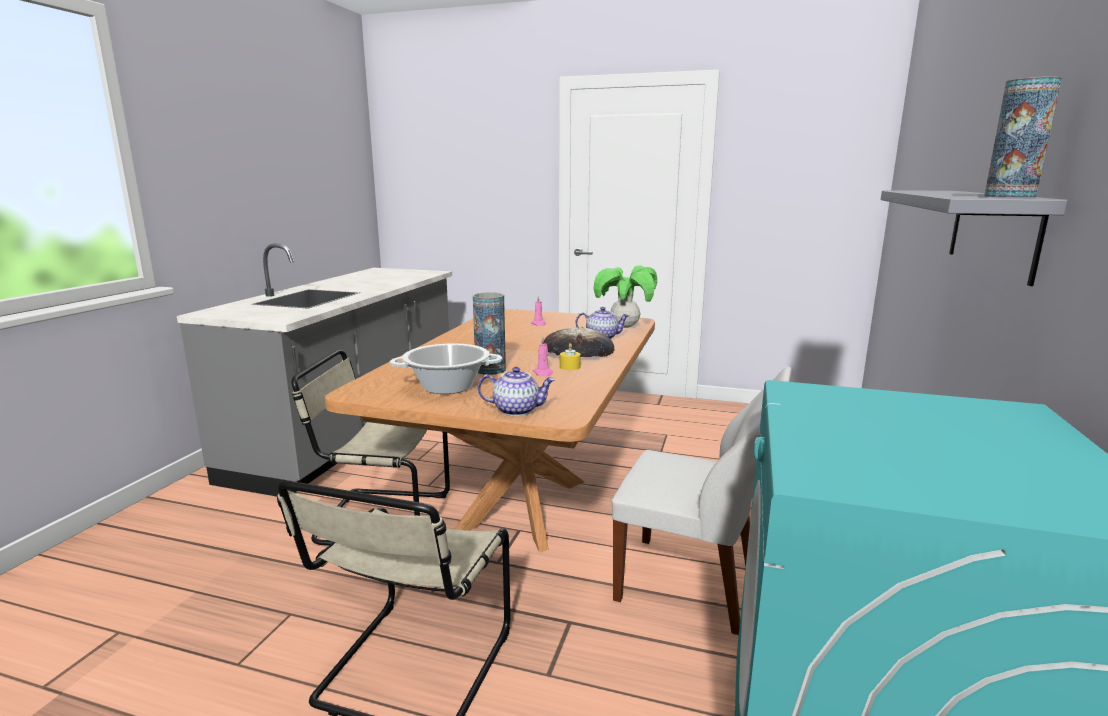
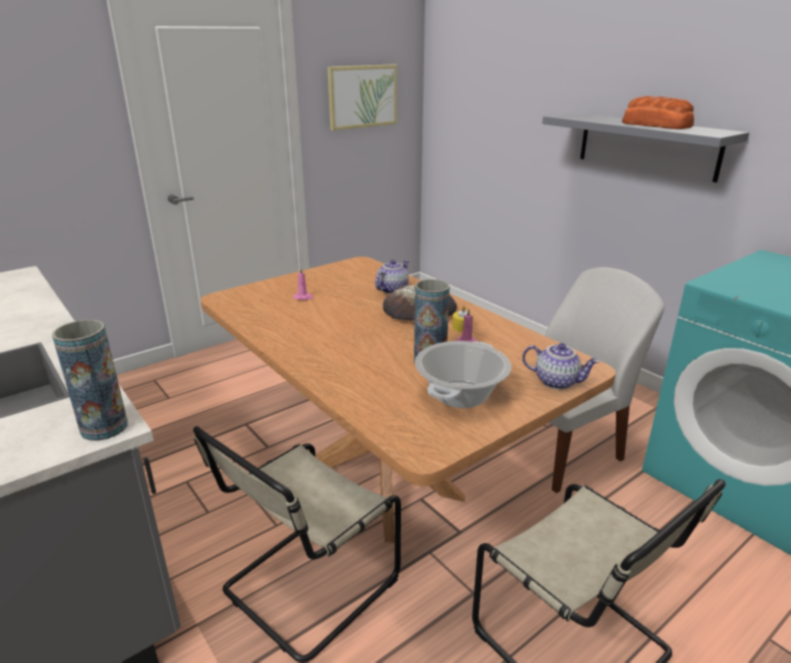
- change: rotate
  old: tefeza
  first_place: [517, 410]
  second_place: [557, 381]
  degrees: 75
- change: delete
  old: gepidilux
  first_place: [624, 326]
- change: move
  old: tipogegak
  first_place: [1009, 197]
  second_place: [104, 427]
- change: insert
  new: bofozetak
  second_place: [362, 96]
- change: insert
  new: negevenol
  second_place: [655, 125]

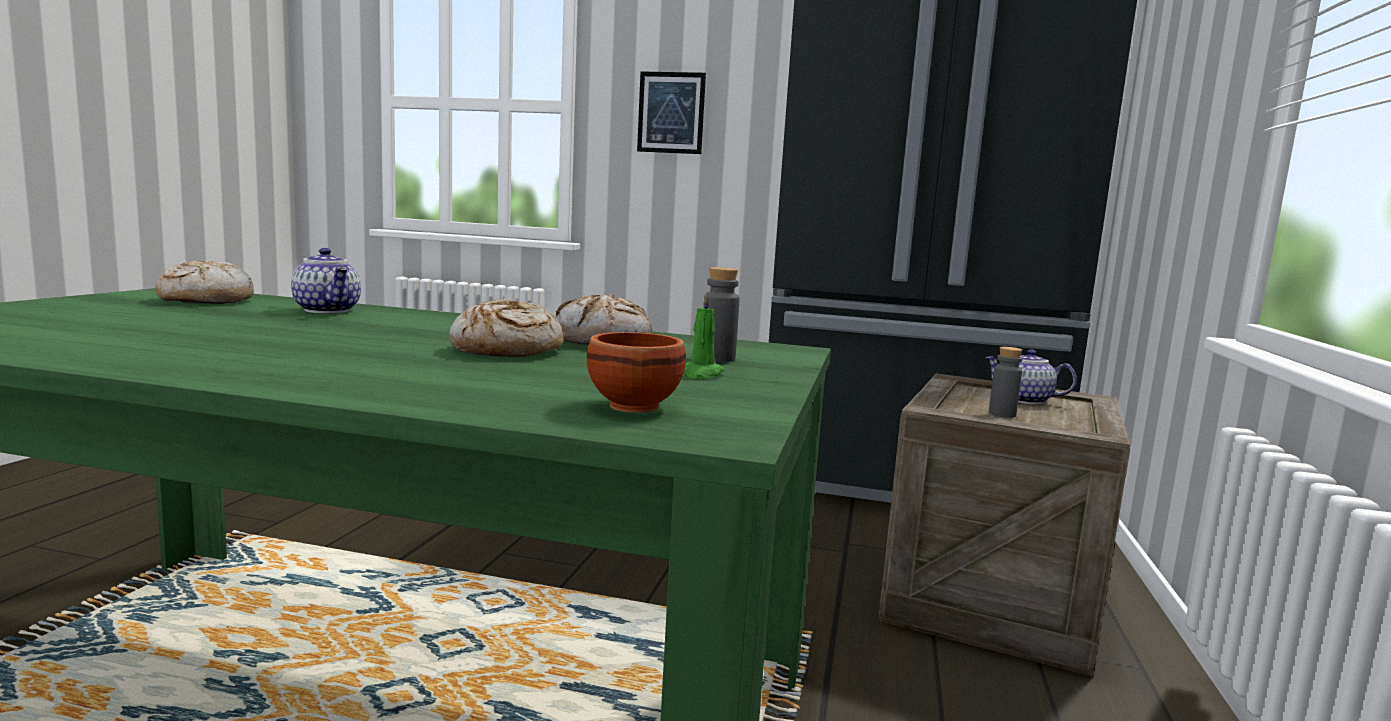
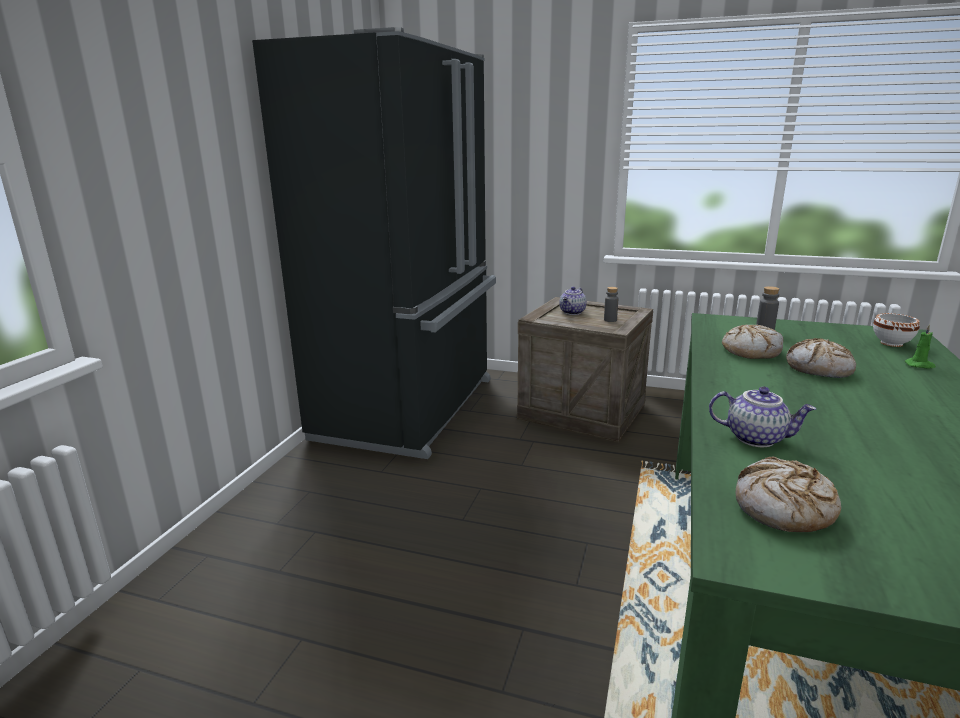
- change: rotate
  old: tefeza
  first_place: [329, 310]
  second_place: [756, 438]
  degrees: 60
- change: recolor
  old: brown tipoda
  new: white tipoda
  first_place: [637, 406]
  second_place: [890, 343]
- change: delete
  old: bofozetak
  first_place: [671, 113]
- change: move
  old: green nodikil
  first_place: [701, 374]
  second_place: [920, 365]

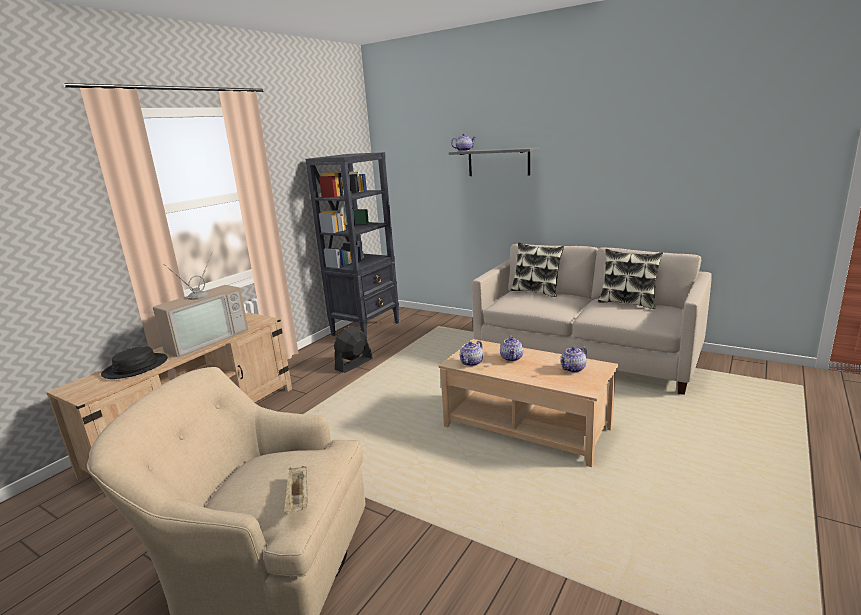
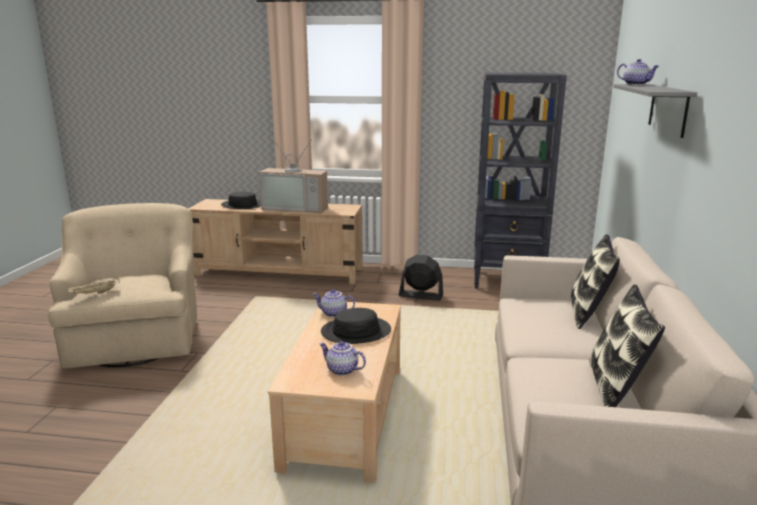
- change: replace
  old: tefeza
  new: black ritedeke
  first_place: [512, 358]
  second_place: [356, 332]

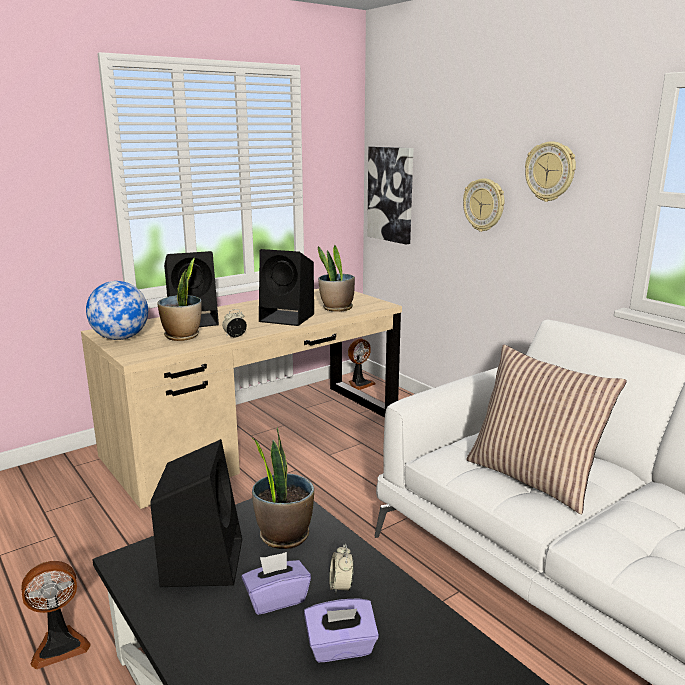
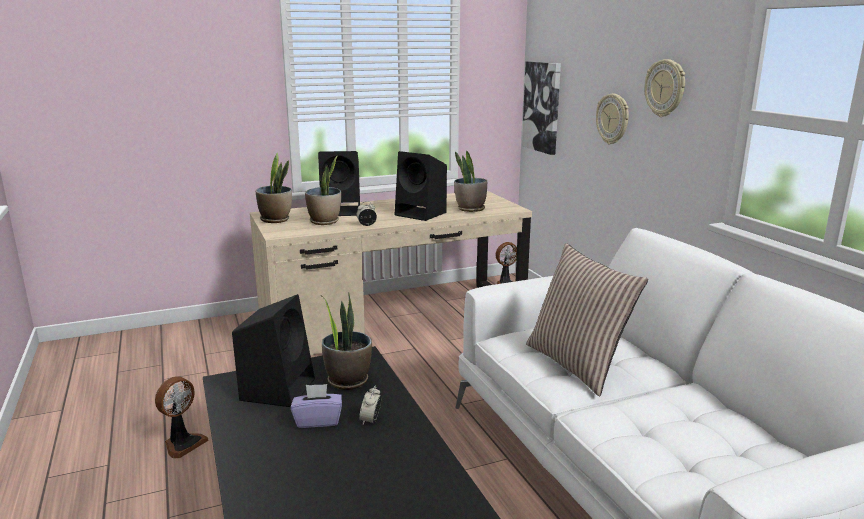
- change: rotate
  old: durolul
  first_place: [60, 645]
  second_place: [183, 444]
  degrees: -45
- change: replace
  old: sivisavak
  new: gepidilux
  first_place: [120, 338]
  second_place: [276, 220]
- change: delete
  old: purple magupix
  first_place: [341, 647]

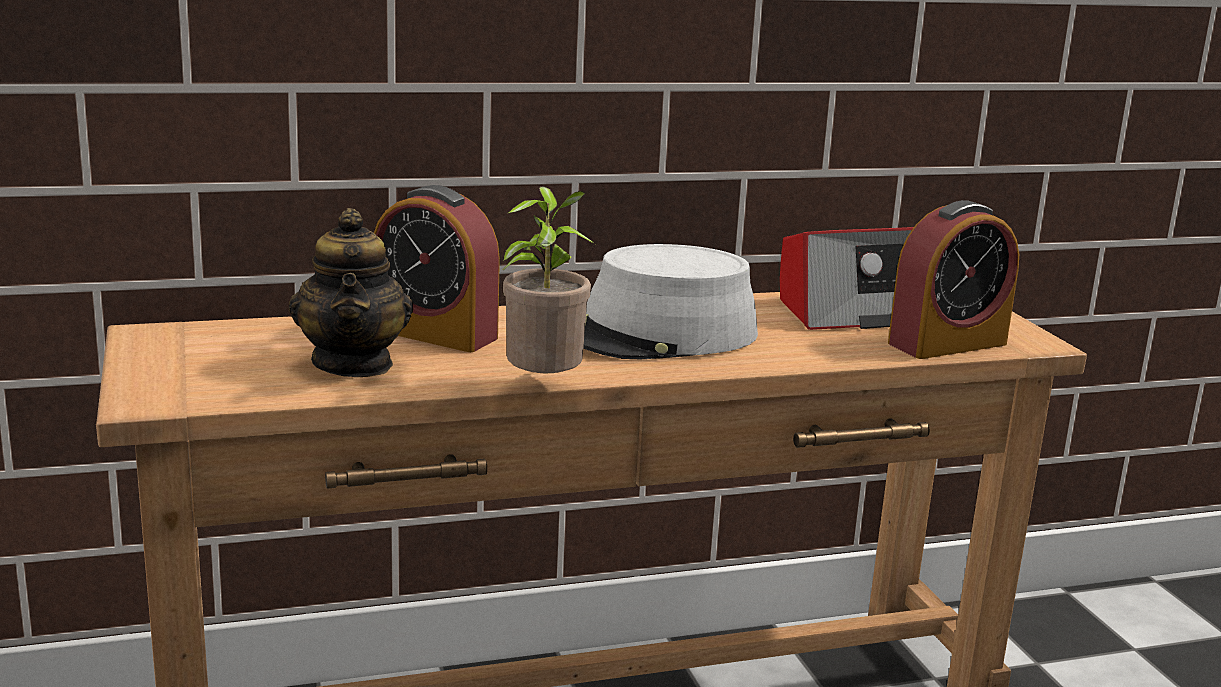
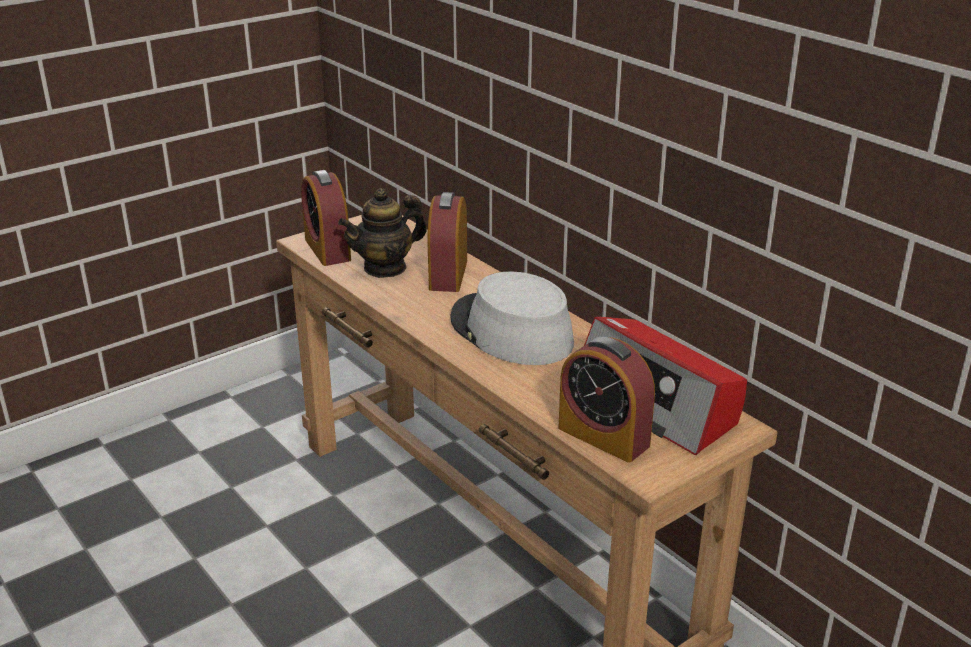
- change: delete
  old: gepidilux
  first_place: [544, 387]
- change: insert
  new: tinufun
  second_place: [327, 250]

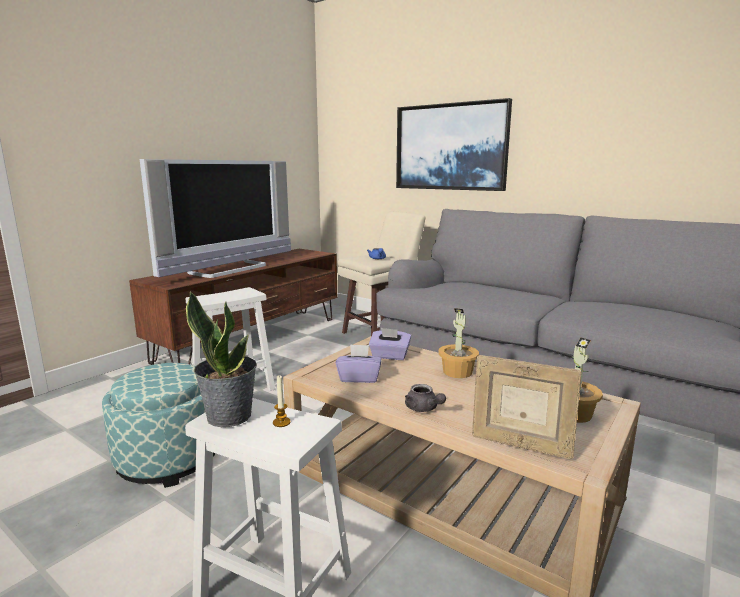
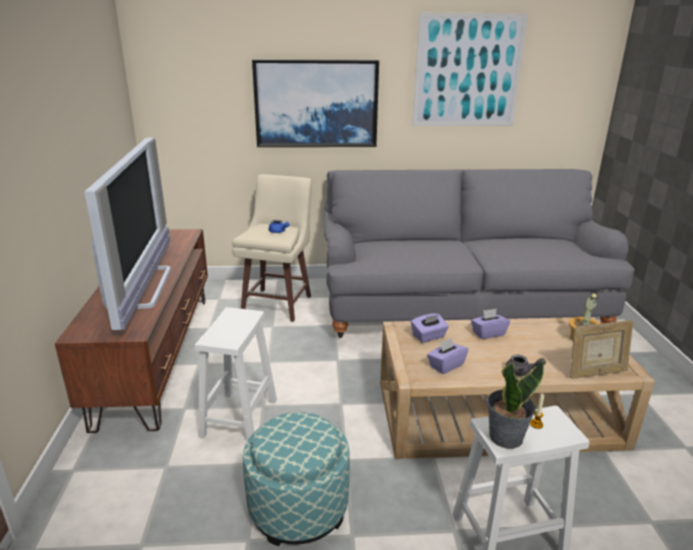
- change: replace
  old: gepidilux
  new: purple magupix
  first_place: [457, 372]
  second_place: [488, 333]
- change: insert
  new: bofozetak
  second_place: [467, 71]

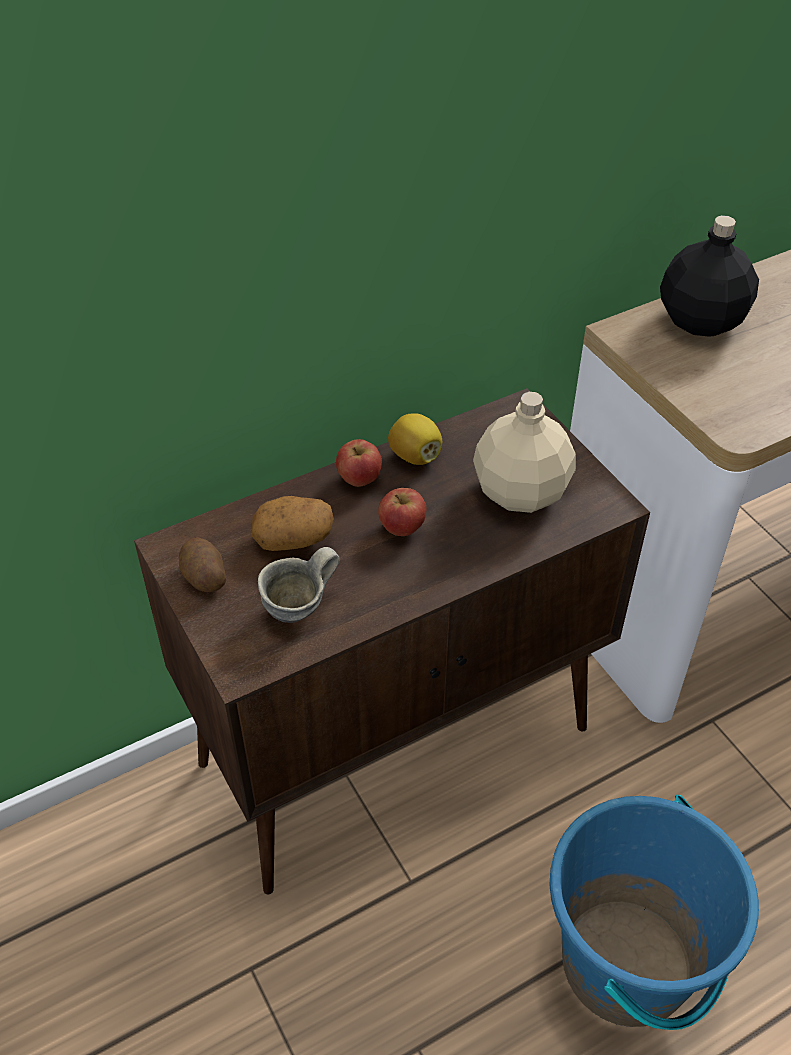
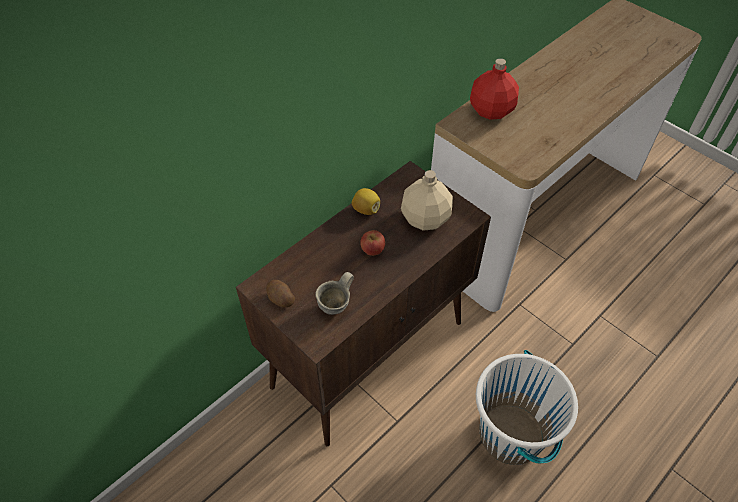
- change: delete
  old: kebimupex
  first_place: [294, 538]
- change: delete
  old: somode
  first_place: [359, 479]
- change: recolor
  old: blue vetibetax
  new: white vetibetax
  first_place: [627, 964]
  second_place: [511, 434]
- change: recolor
  old: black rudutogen
  new: red rudutogen
  first_place: [699, 321]
  second_place: [490, 111]

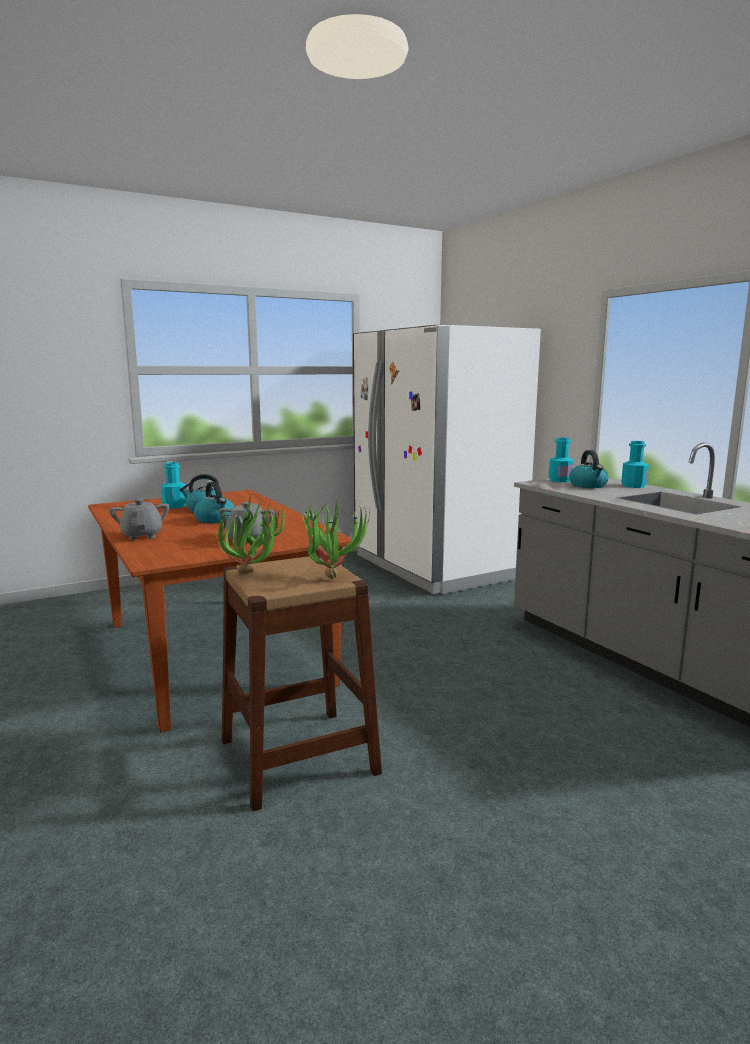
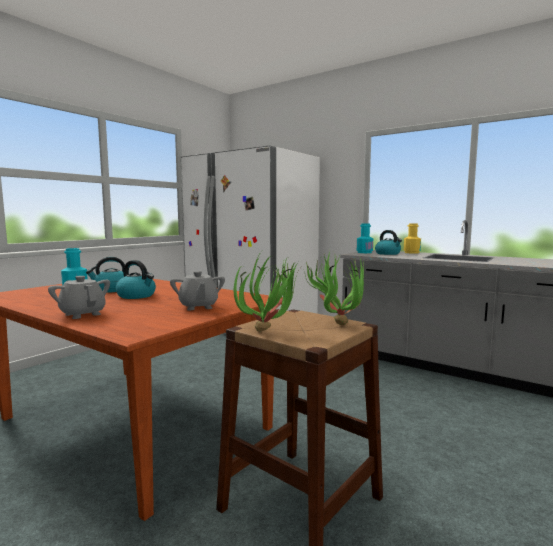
- change: recolor
  old: turquoise rudutogen
  new: yellow rudutogen
  first_place: [633, 486]
  second_place: [411, 252]

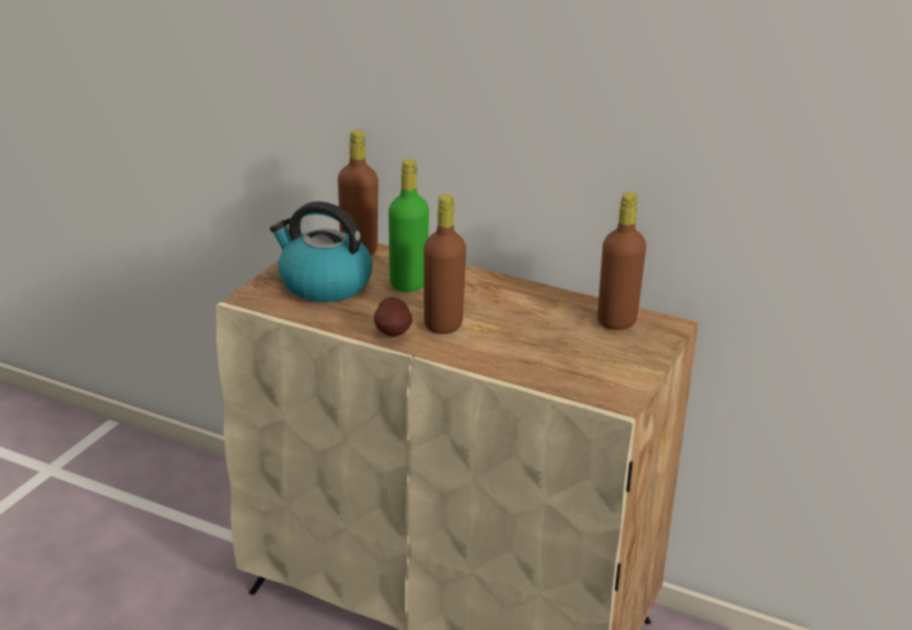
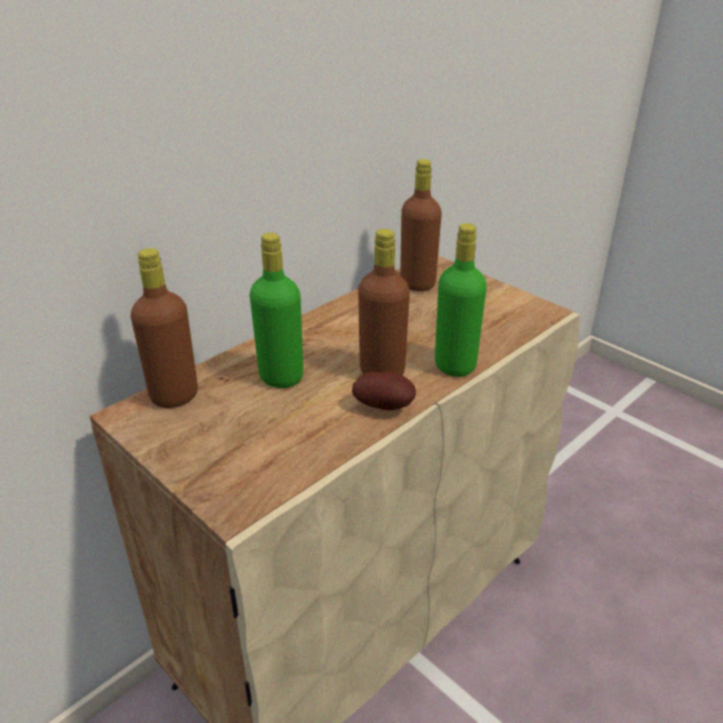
- change: delete
  old: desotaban
  first_place: [323, 284]
- change: insert
  new: green rudutogen
  second_place: [455, 365]

